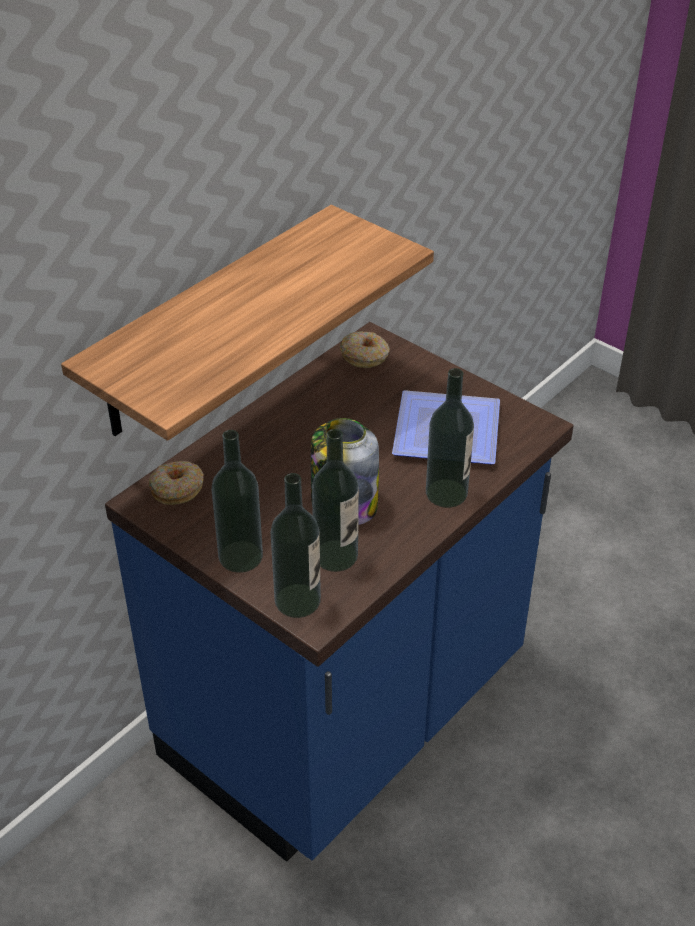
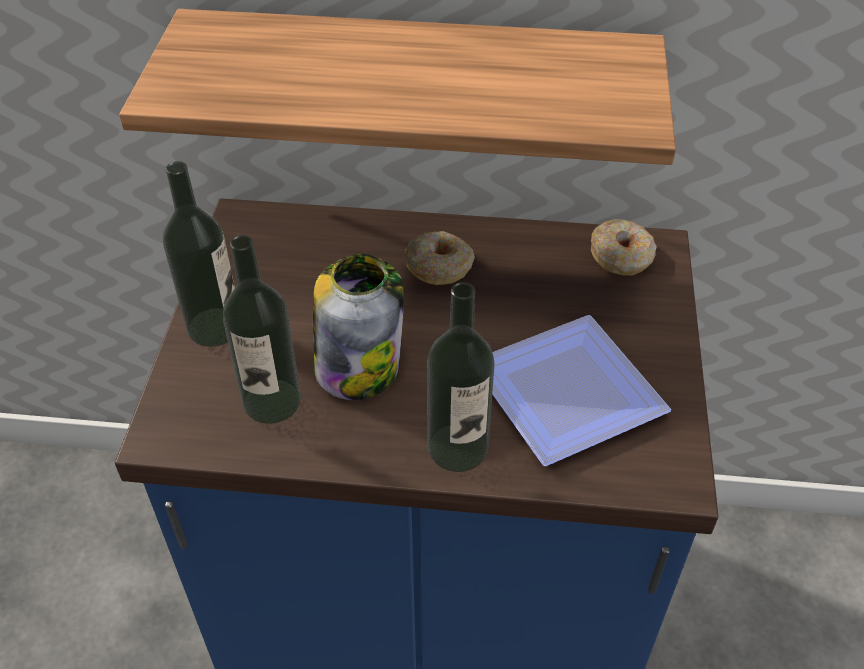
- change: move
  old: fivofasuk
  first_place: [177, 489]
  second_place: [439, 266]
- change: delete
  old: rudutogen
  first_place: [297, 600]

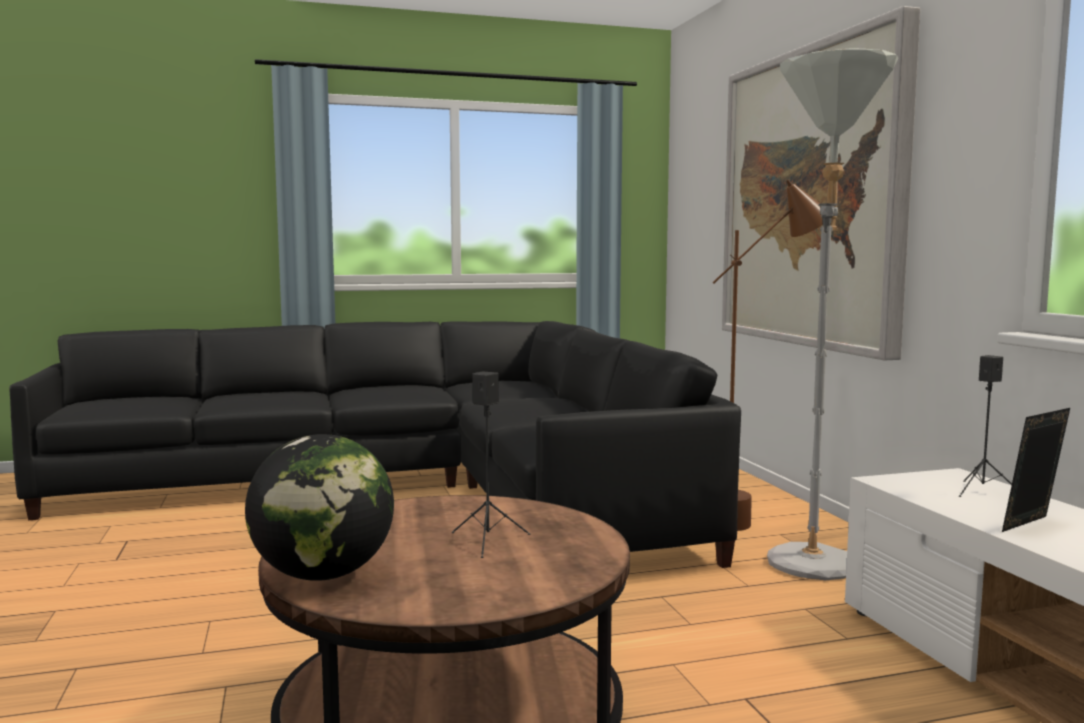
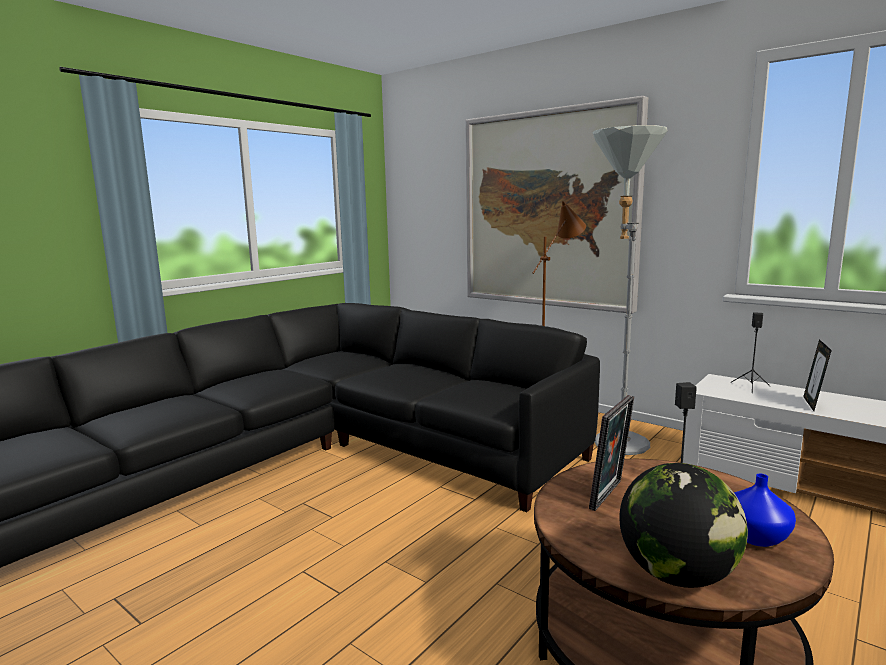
- change: insert
  new: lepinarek
  second_place: [610, 496]
- change: insert
  new: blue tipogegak
  second_place: [757, 537]

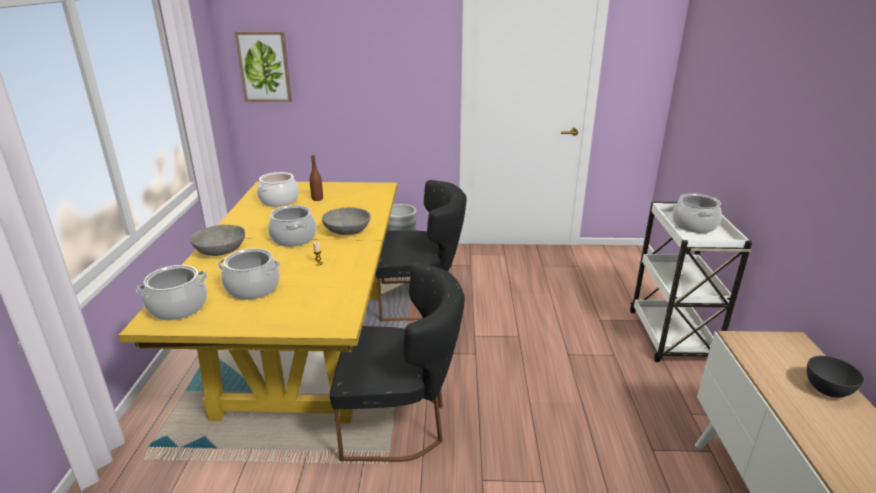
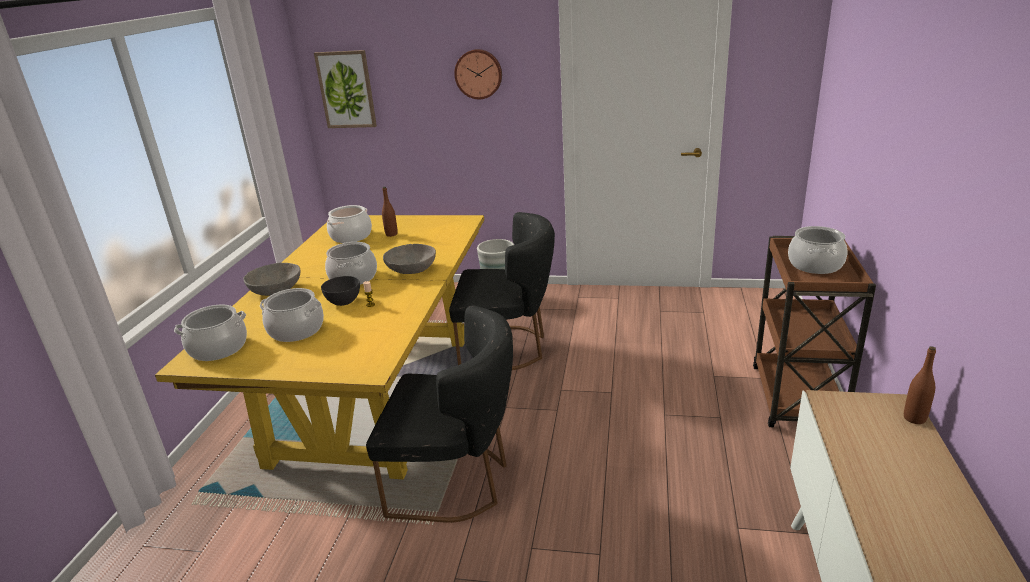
- change: recolor
  old: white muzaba
  new: brown muzaba
  first_place: [671, 337]
  second_place: [797, 399]
- change: move
  old: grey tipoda
  first_place: [827, 390]
  second_place: [344, 302]
- change: insert
  new: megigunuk
  second_place: [478, 74]
- change: insert
  new: brown rudutogen
  second_place: [914, 418]

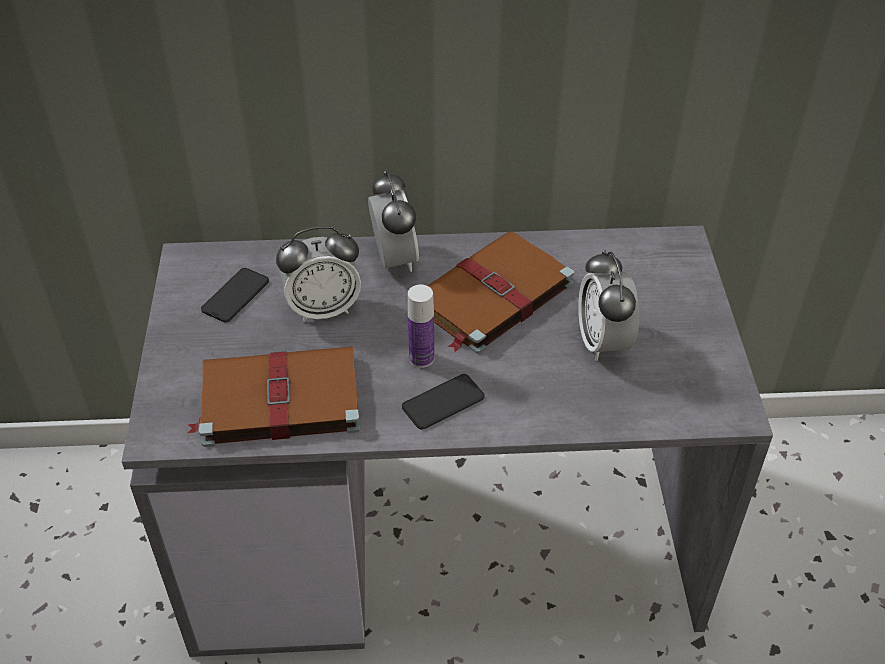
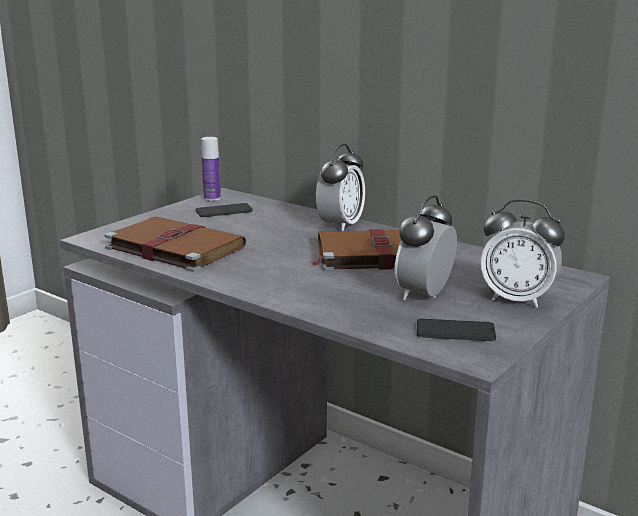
- change: move
  old: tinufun
  first_place: [323, 309]
  second_place: [517, 299]
- change: move
  old: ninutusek
  first_place: [443, 402]
  second_place: [455, 331]
- change: move
  old: rudutogen
  first_place: [421, 358]
  second_place: [212, 198]

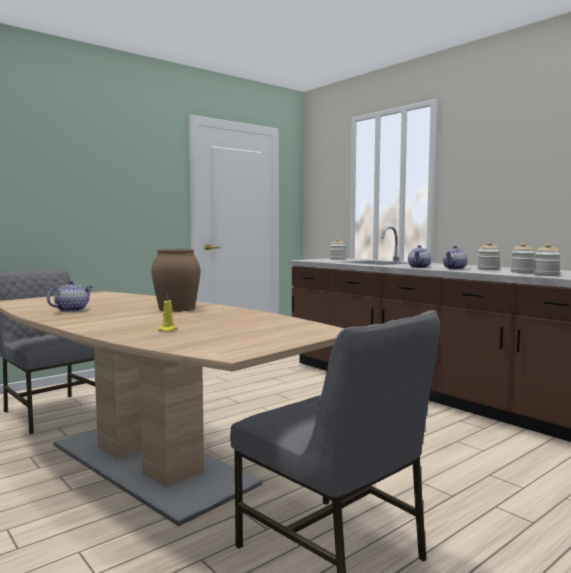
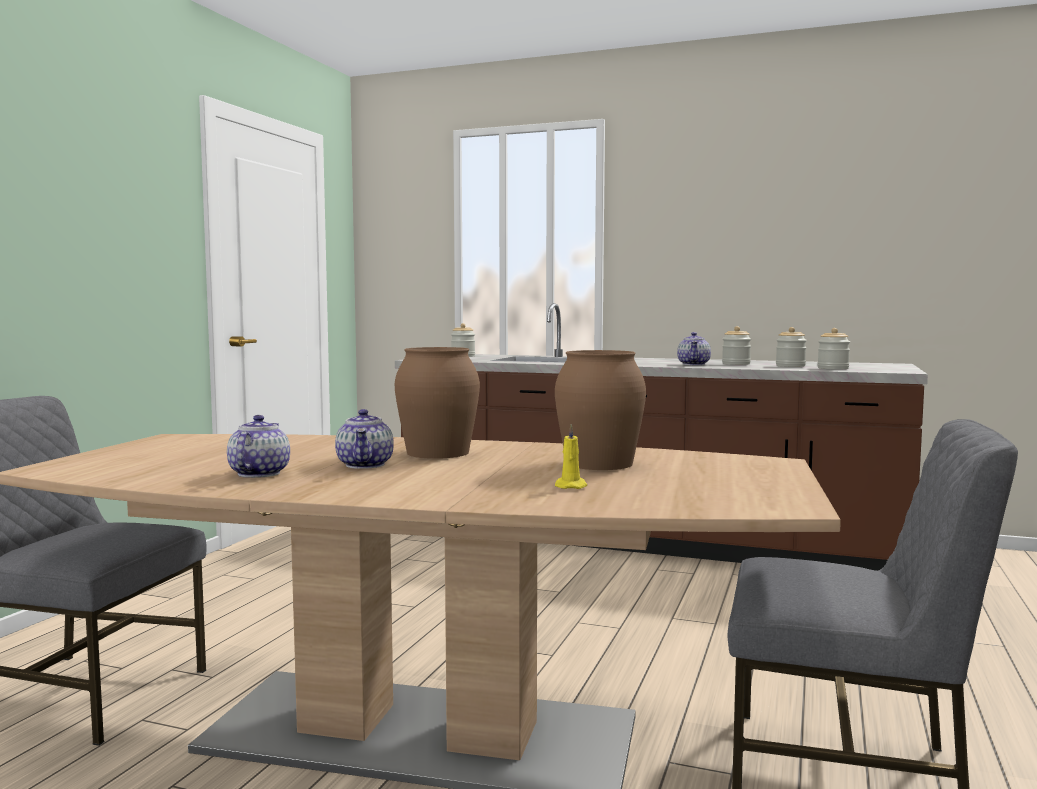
- change: move
  old: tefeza
  first_place: [419, 267]
  second_place: [365, 465]
- change: insert
  new: brown tipogegak
  second_place: [598, 463]

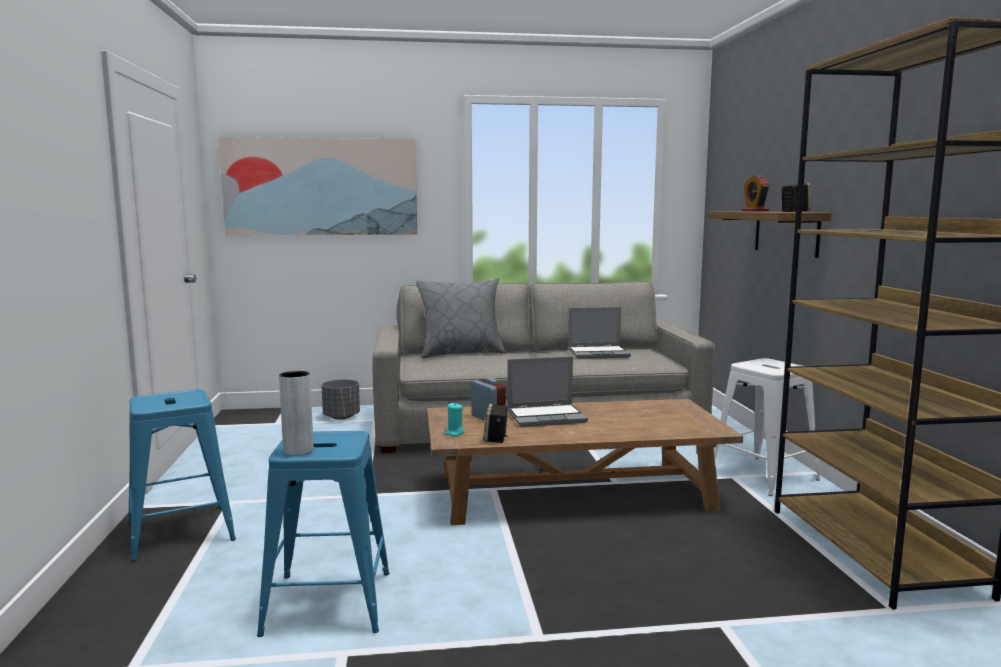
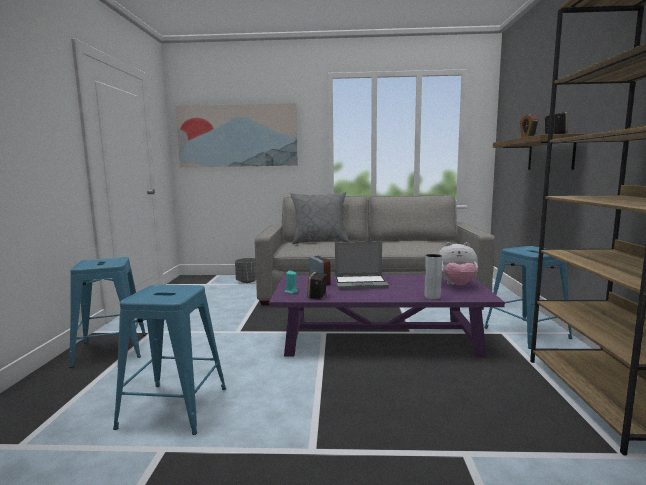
- change: move
  old: grey tipogegak
  first_place: [298, 451]
  second_place: [432, 297]
- change: recolor
  old: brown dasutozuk
  new: purple dasutozuk
  first_place: [574, 491]
  second_place: [380, 337]
- change: delete
  old: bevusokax
  first_place: [599, 353]
- change: recolor
  old: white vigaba
  new: blue vigaba
  first_place: [762, 475]
  second_place: [526, 333]
- change: insert
  new: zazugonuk
  second_place: [456, 285]

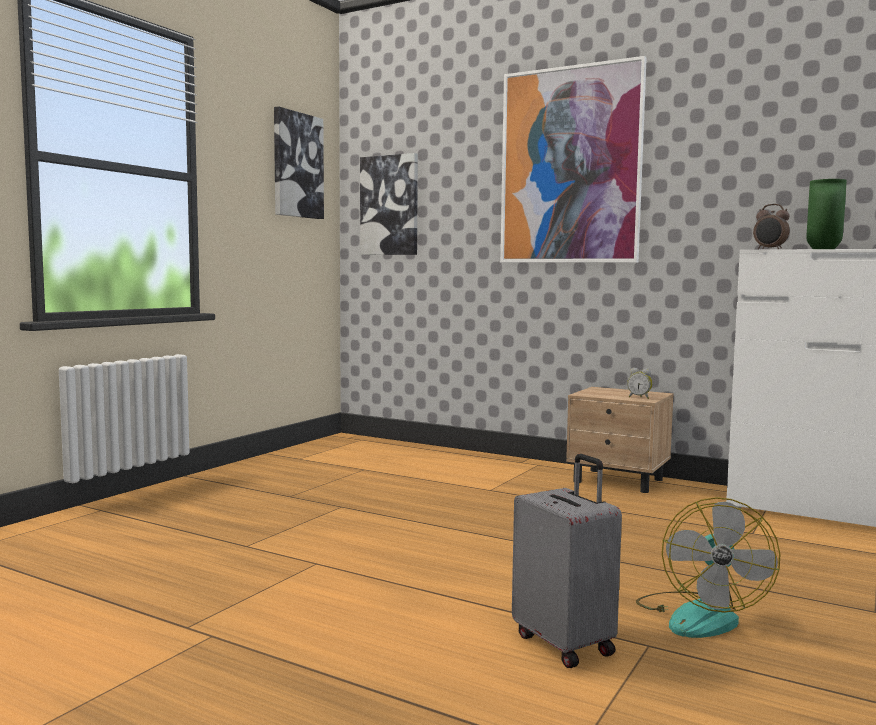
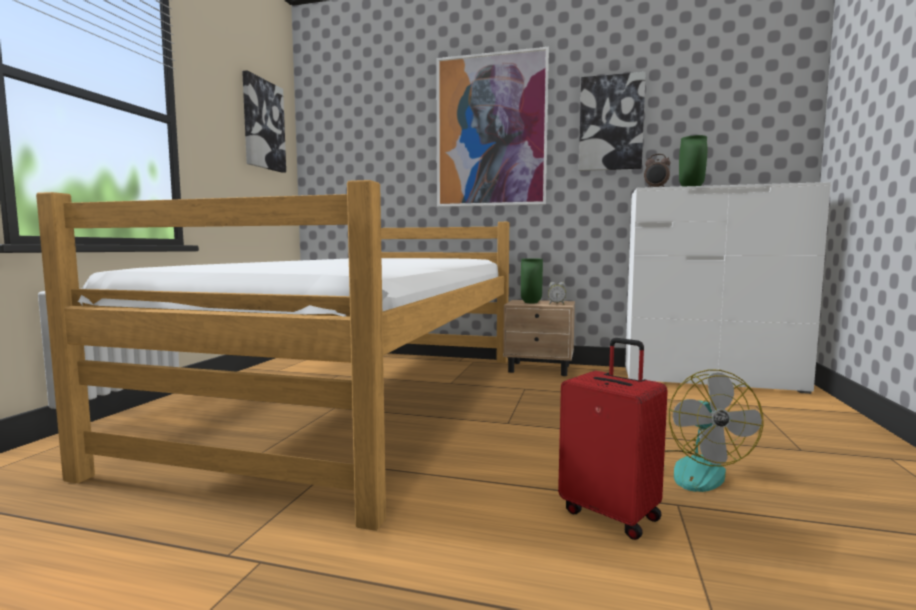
- change: move
  old: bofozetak
  first_place: [390, 205]
  second_place: [611, 123]
- change: recolor
  old: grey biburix
  new: red biburix
  first_place: [565, 643]
  second_place: [611, 514]
- change: insert
  new: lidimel
  second_place: [363, 400]
- change: insert
  new: green tipogegak
  second_place: [531, 302]

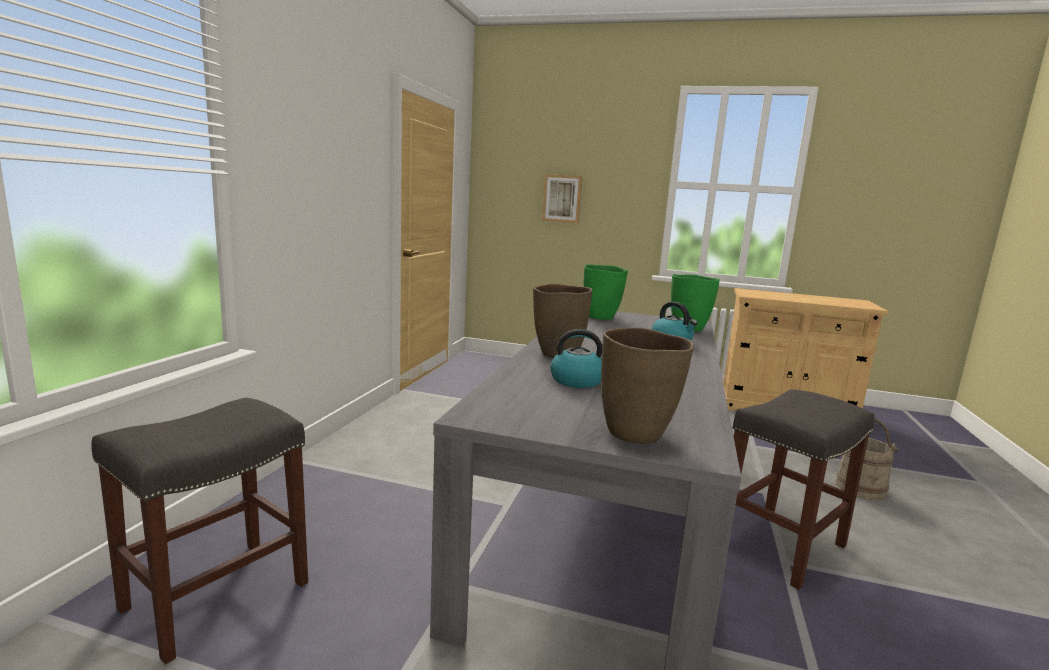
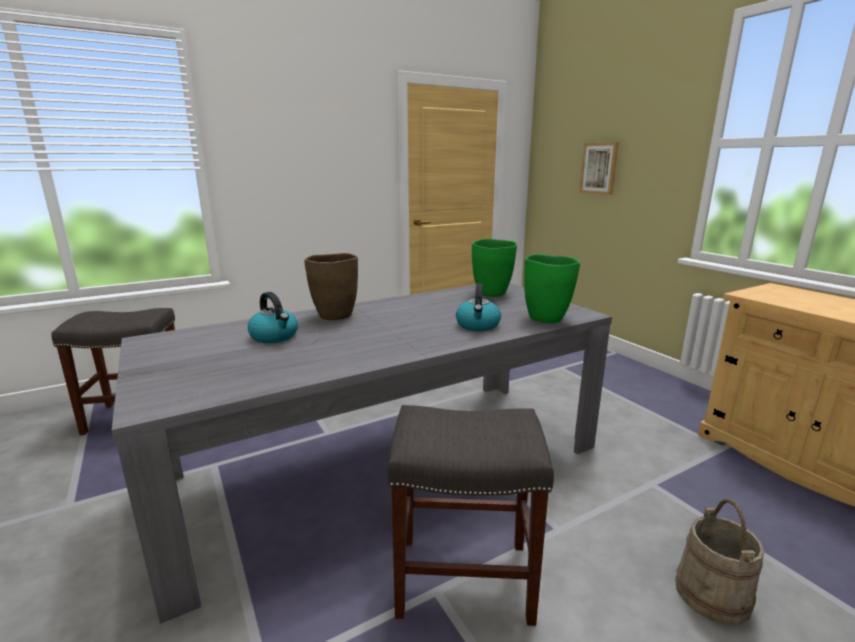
- change: delete
  old: brown tipogegak
  first_place: [636, 434]

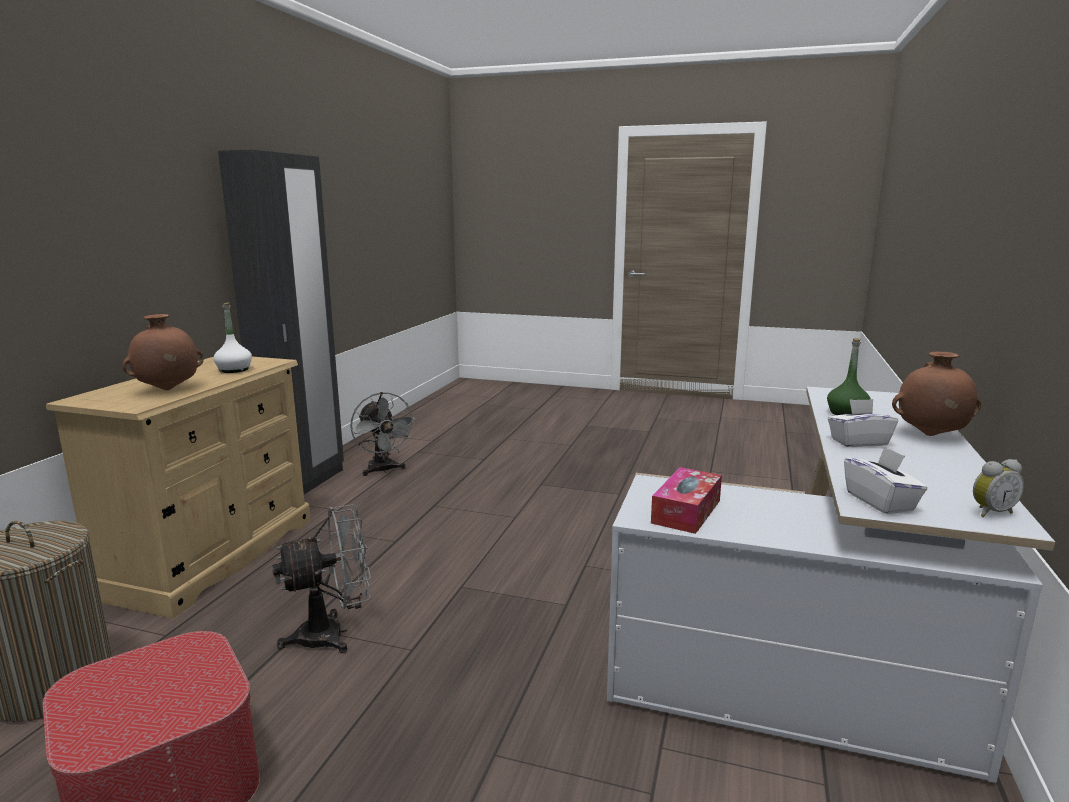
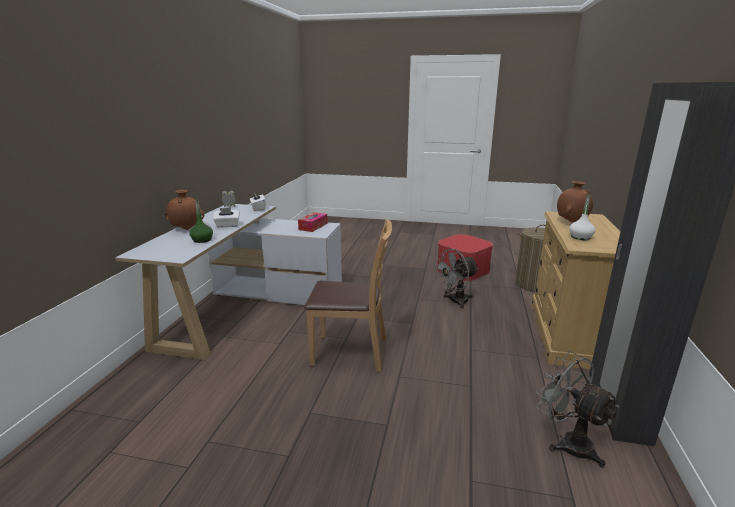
- change: insert
  new: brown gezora
  second_place: [351, 352]

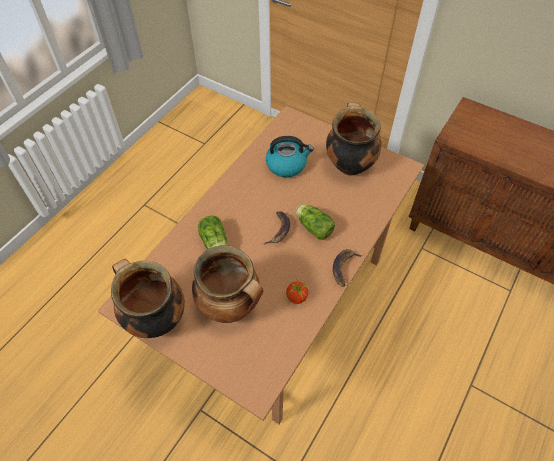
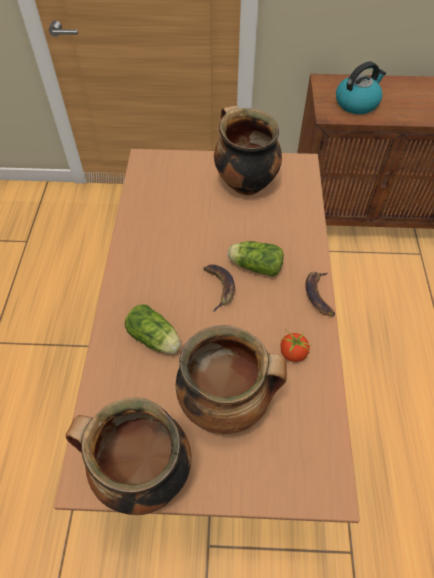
- change: move
  old: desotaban
  first_place: [287, 165]
  second_place: [357, 103]

